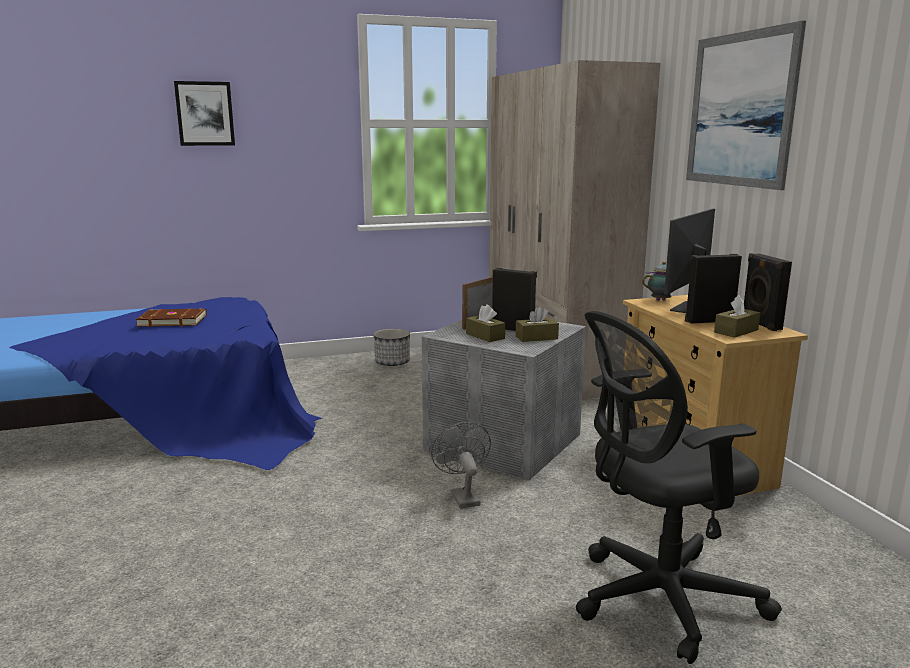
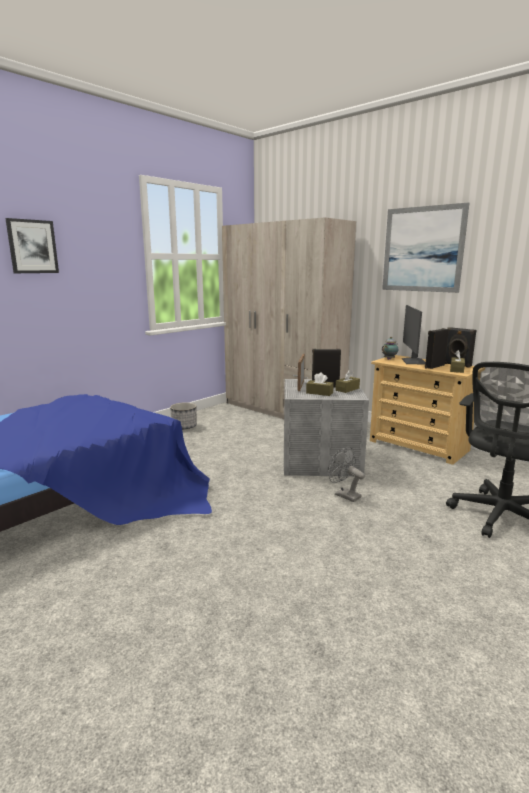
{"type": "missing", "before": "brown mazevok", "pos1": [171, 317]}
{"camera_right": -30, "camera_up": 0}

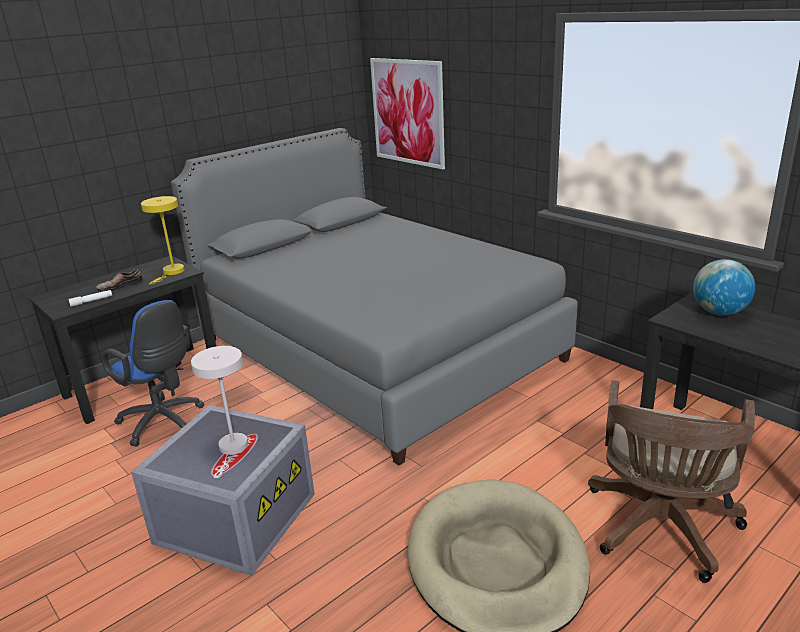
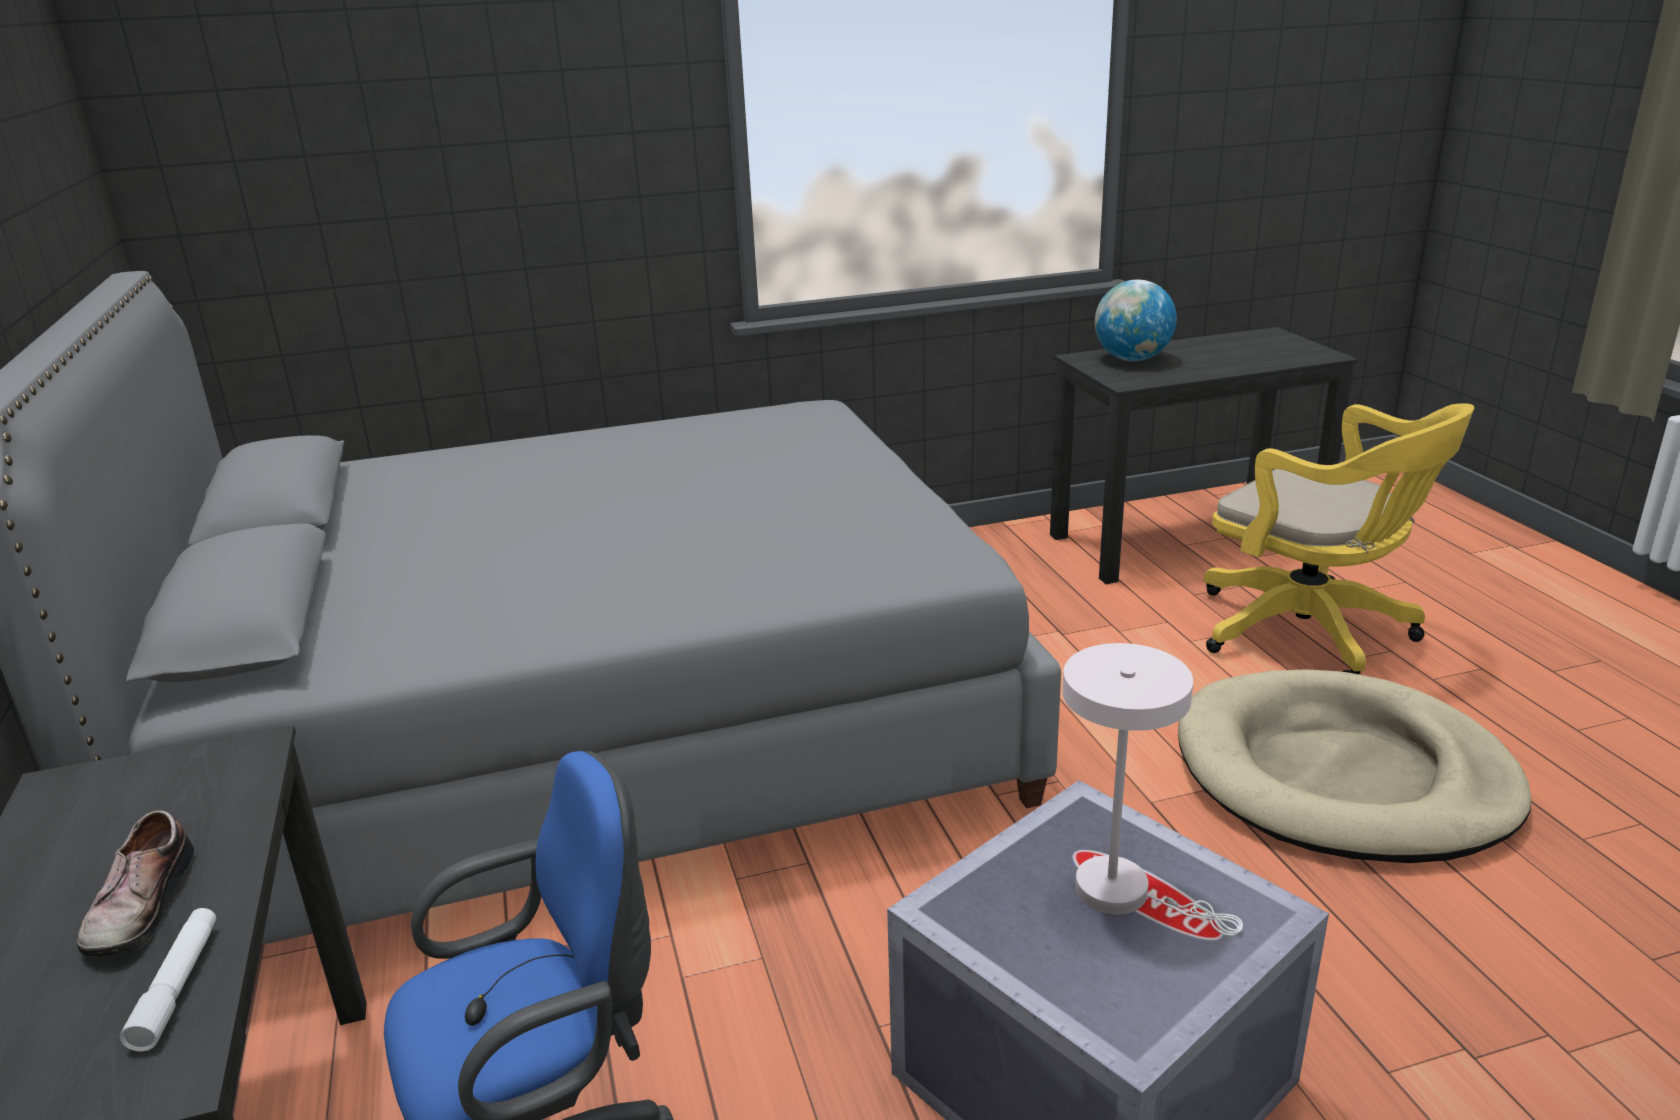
{"type": "missing", "before": "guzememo", "pos1": [407, 113]}
{"type": "missing", "before": "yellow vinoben", "pos1": [162, 240]}
{"type": "colour", "before": "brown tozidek", "after": "yellow tozidek", "pos1": [671, 481], "pos2": [1338, 538]}
{"camera_right": -65, "camera_up": 0}

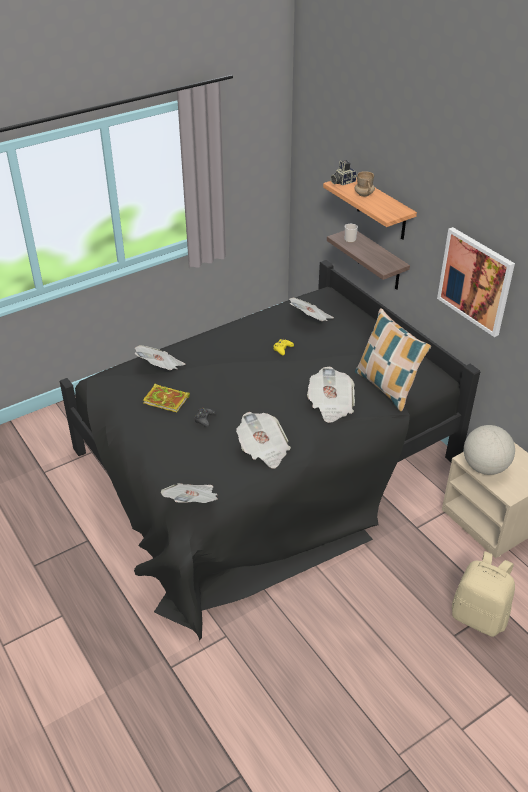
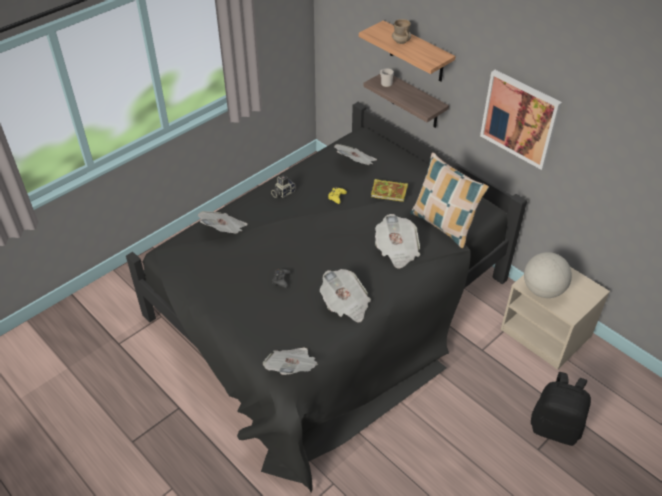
{"type": "relocated", "before": "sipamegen", "pos1": [344, 173], "pos2": [283, 186]}
{"type": "relocated", "before": "mazevok", "pos1": [166, 398], "pos2": [389, 190]}
{"type": "colour", "before": "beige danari", "after": "black danari", "pos1": [483, 594], "pos2": [561, 409]}
{"camera_right": -10, "camera_up": 5}

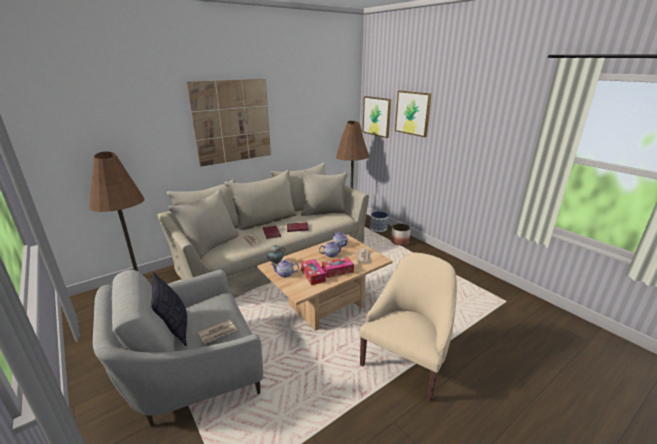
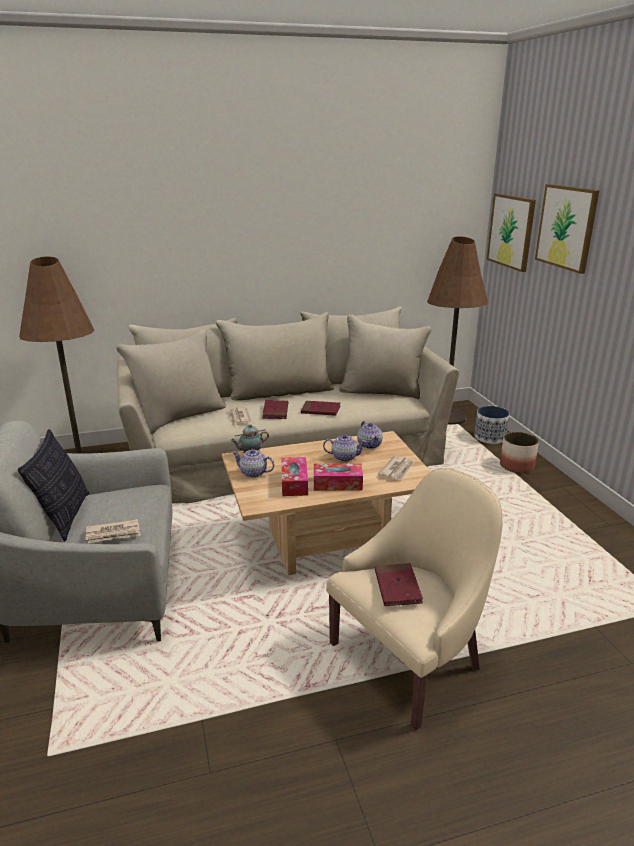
{"type": "missing", "before": "guzememo", "pos1": [229, 123]}
{"type": "appeared", "after": "red mazevok", "pos2": [399, 584]}
{"camera_right": 20, "camera_up": 0}

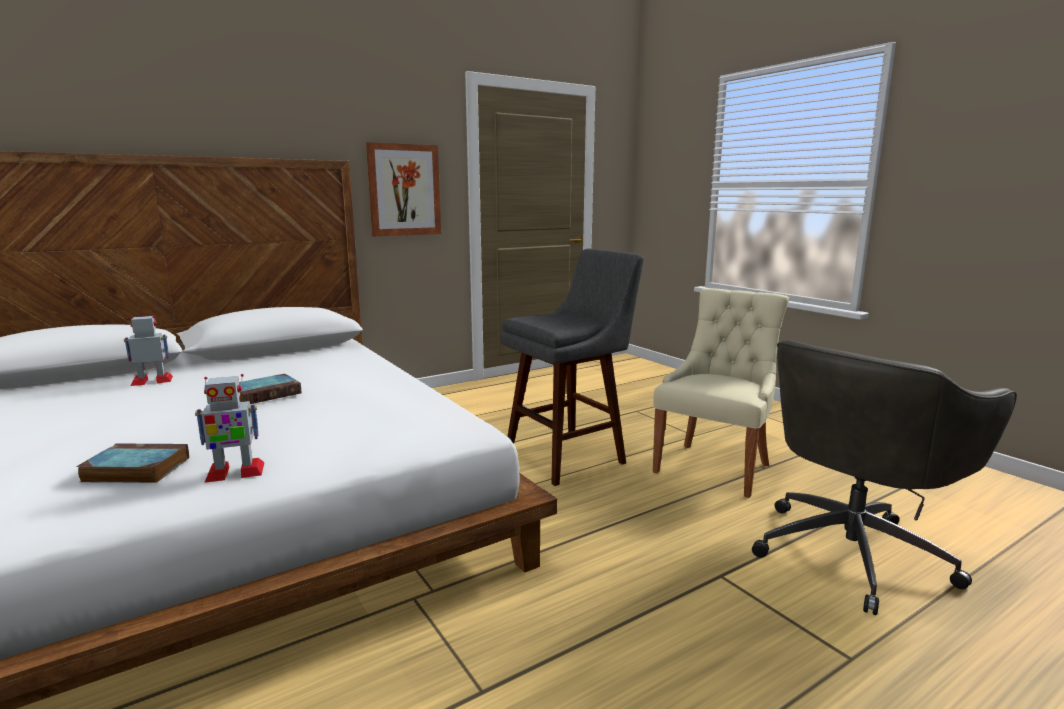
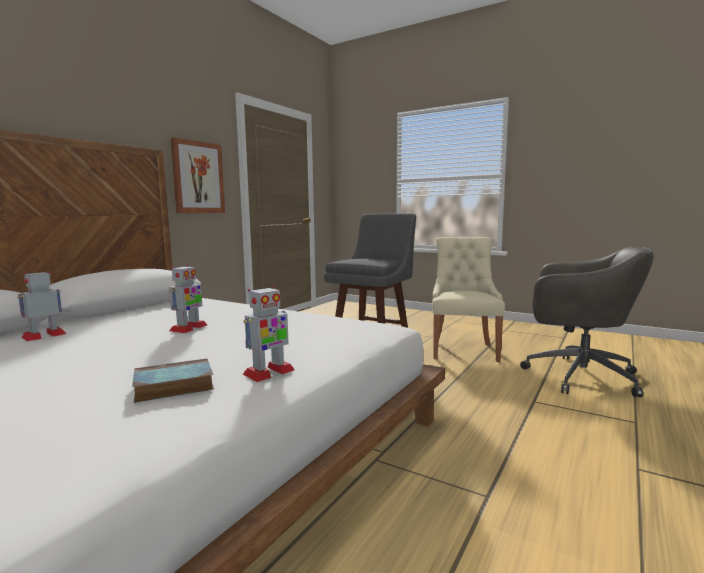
{"type": "spun", "before": "grey tozidek", "pos1": [884, 477], "pos2": [587, 322], "turn": -90}
{"type": "exchanged", "before": "mazevok", "after": "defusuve", "pos1": [270, 389], "pos2": [188, 299]}
{"camera_right": -25, "camera_up": -5}

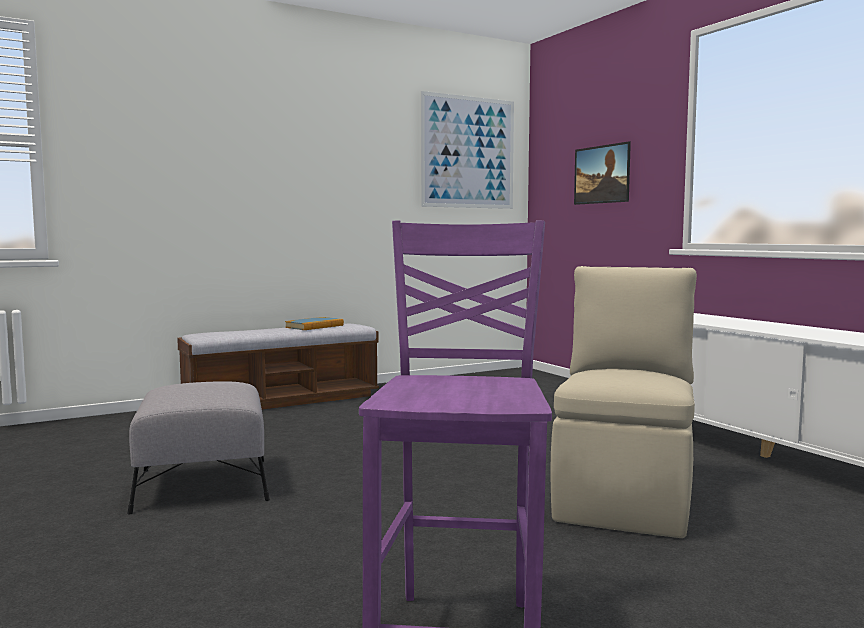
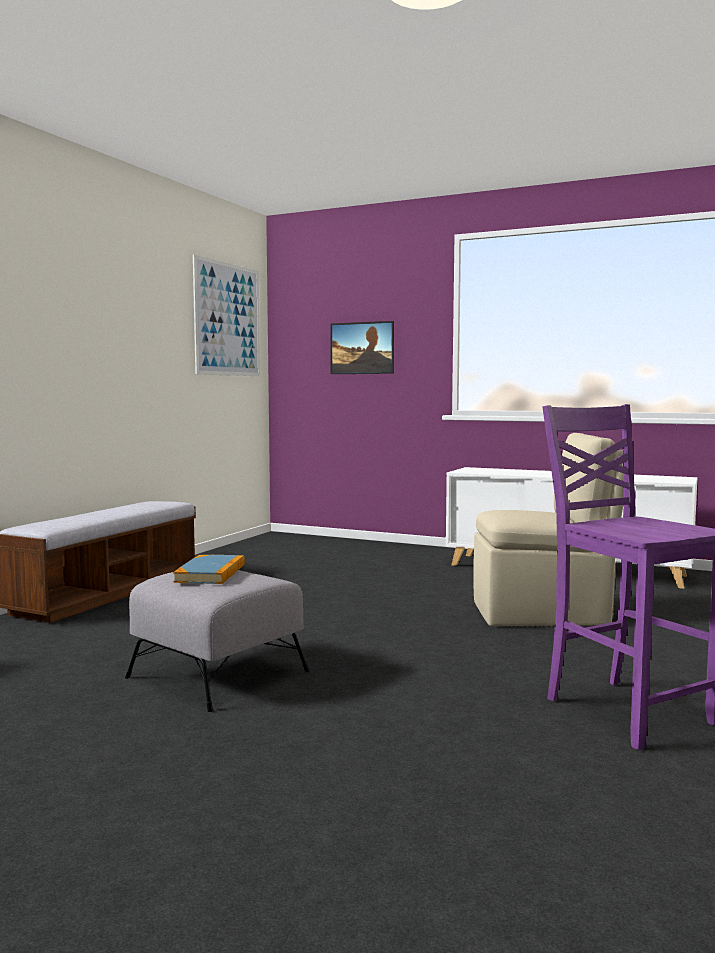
{"type": "spun", "before": "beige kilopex", "pos1": [624, 402], "pos2": [548, 529], "turn": 105}
{"type": "relocated", "before": "mazevok", "pos1": [314, 323], "pos2": [209, 569]}
{"camera_right": -35, "camera_up": 0}

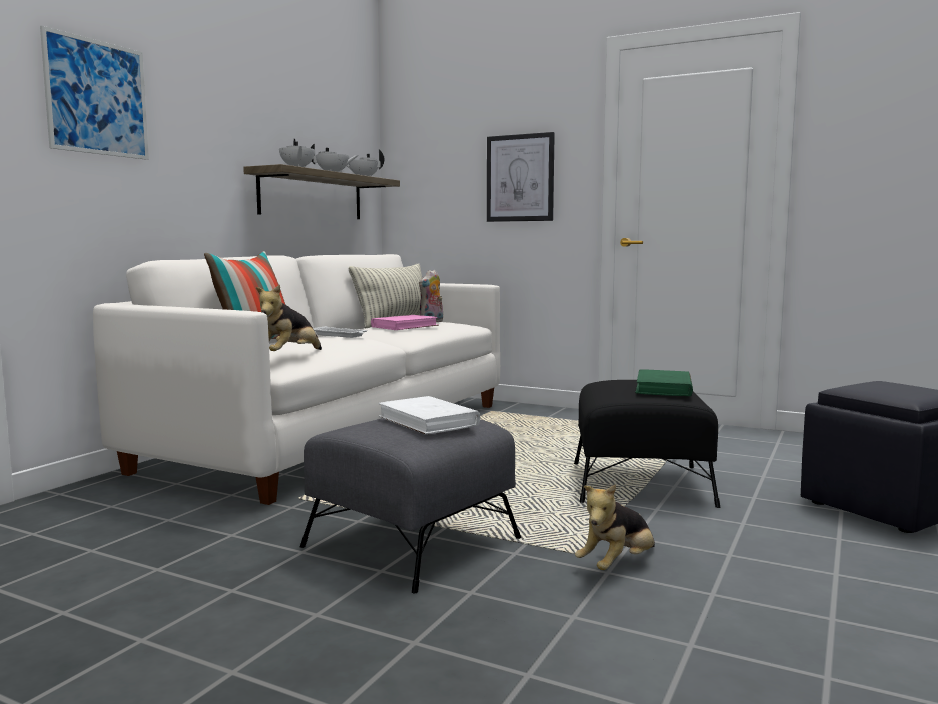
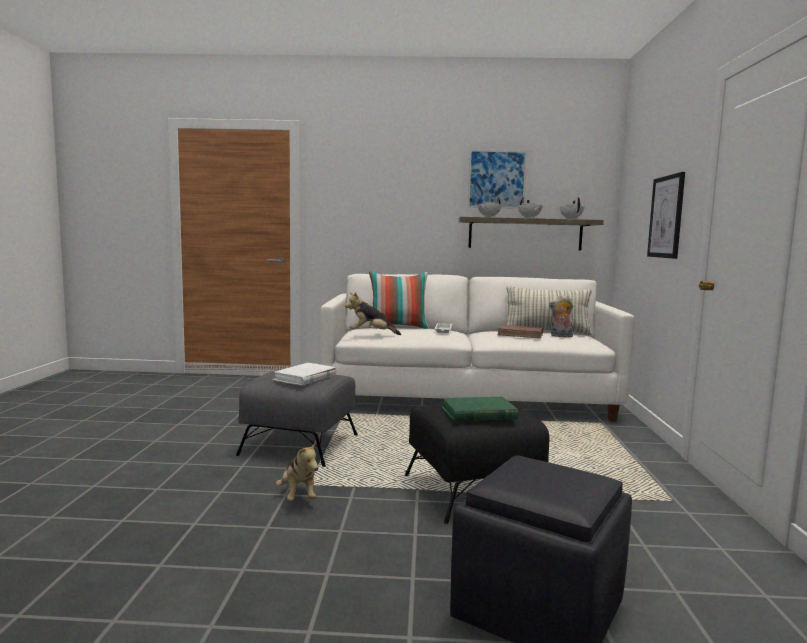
{"type": "relocated", "before": "guzememo", "pos1": [94, 93], "pos2": [497, 179]}
{"type": "colour", "before": "pink mazevok", "after": "brown mazevok", "pos1": [404, 322], "pos2": [520, 331]}
{"type": "spun", "before": "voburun", "pos1": [615, 527], "pos2": [297, 471], "turn": -135}
{"camera_right": 65, "camera_up": 0}

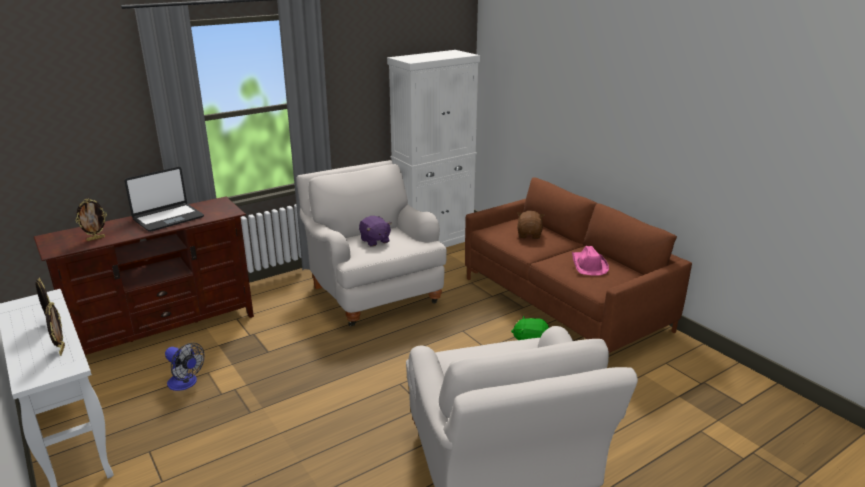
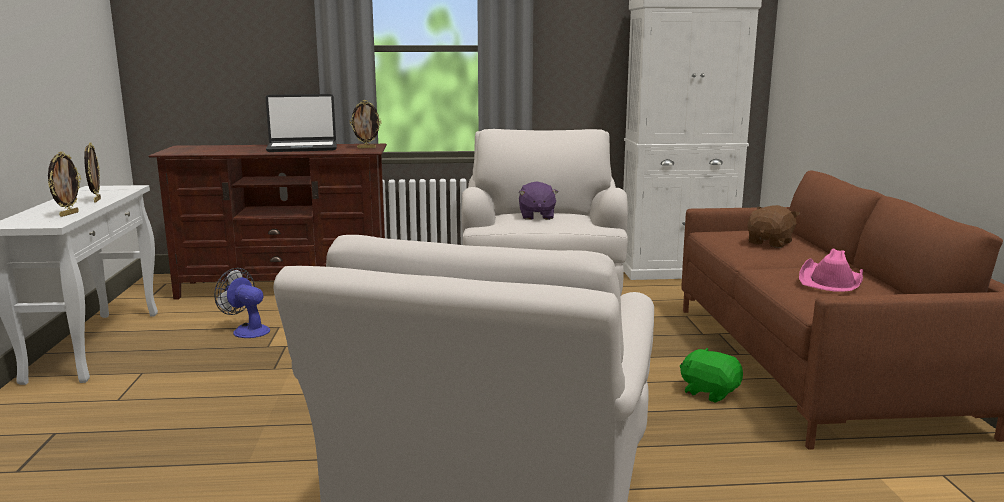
{"type": "relocated", "before": "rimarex", "pos1": [91, 220], "pos2": [365, 124]}
{"type": "spun", "before": "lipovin", "pos1": [184, 367], "pos2": [242, 303], "turn": 150}
{"camera_right": 30, "camera_up": -10}

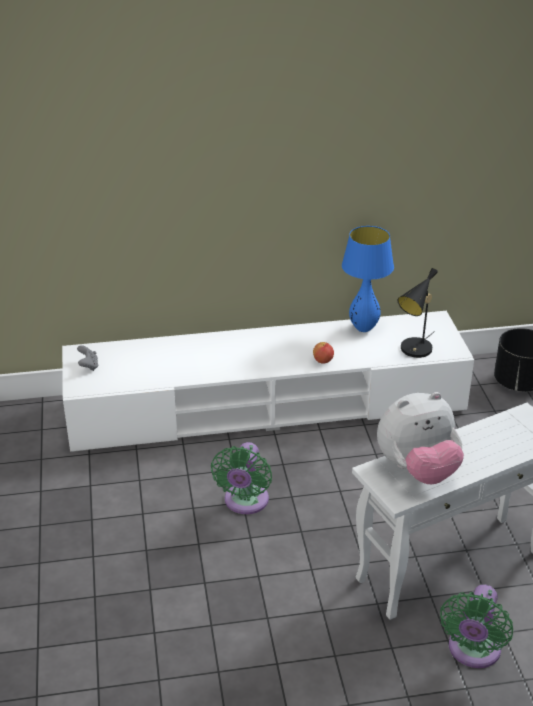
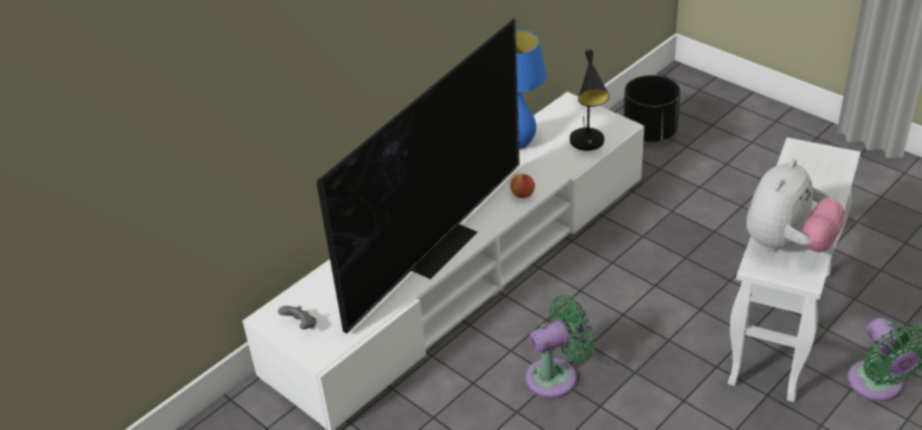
{"type": "spun", "before": "green lipovin", "pos1": [241, 478], "pos2": [560, 347], "turn": -90}
{"type": "appeared", "after": "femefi", "pos2": [418, 176]}
{"camera_right": -35, "camera_up": 5}

